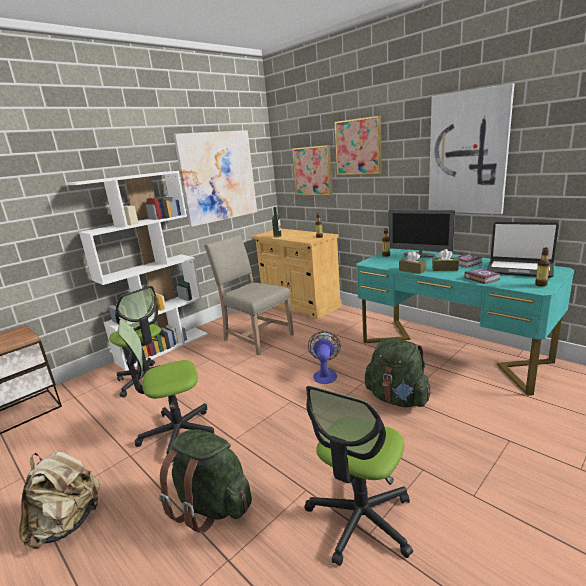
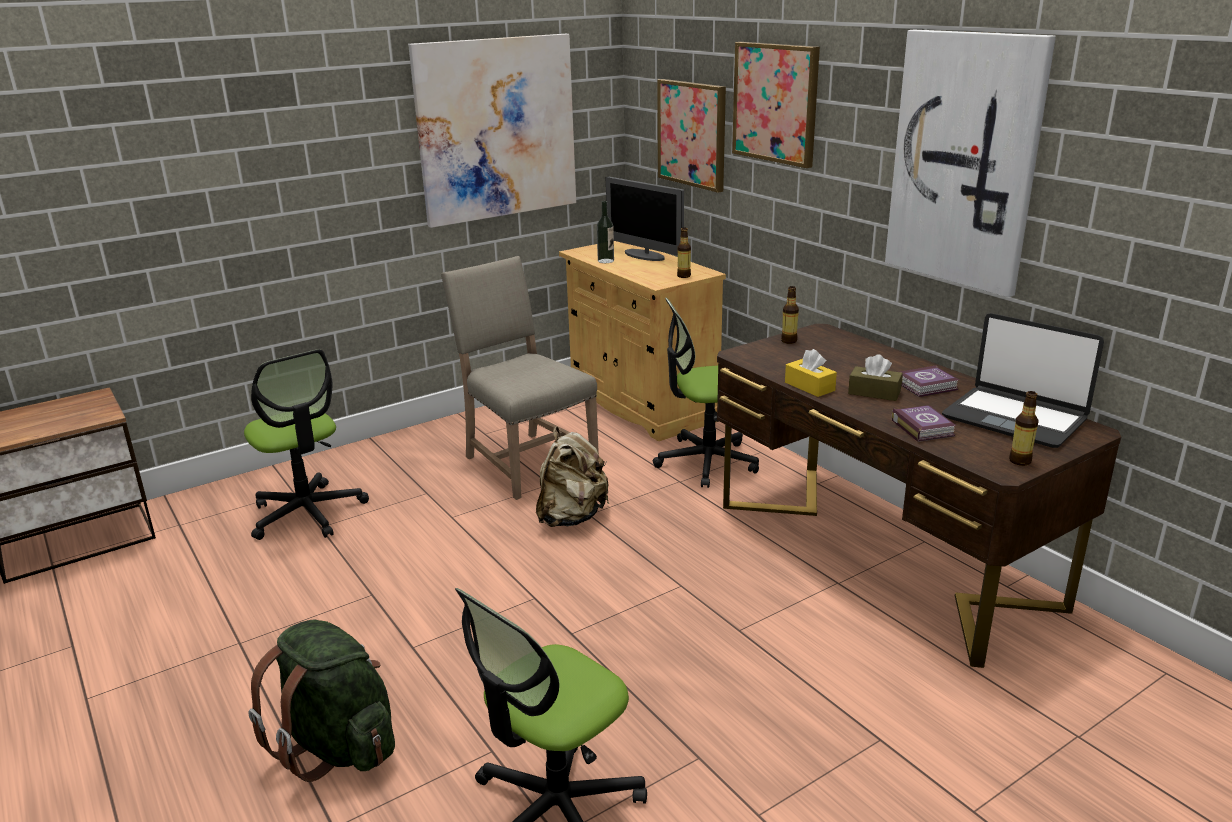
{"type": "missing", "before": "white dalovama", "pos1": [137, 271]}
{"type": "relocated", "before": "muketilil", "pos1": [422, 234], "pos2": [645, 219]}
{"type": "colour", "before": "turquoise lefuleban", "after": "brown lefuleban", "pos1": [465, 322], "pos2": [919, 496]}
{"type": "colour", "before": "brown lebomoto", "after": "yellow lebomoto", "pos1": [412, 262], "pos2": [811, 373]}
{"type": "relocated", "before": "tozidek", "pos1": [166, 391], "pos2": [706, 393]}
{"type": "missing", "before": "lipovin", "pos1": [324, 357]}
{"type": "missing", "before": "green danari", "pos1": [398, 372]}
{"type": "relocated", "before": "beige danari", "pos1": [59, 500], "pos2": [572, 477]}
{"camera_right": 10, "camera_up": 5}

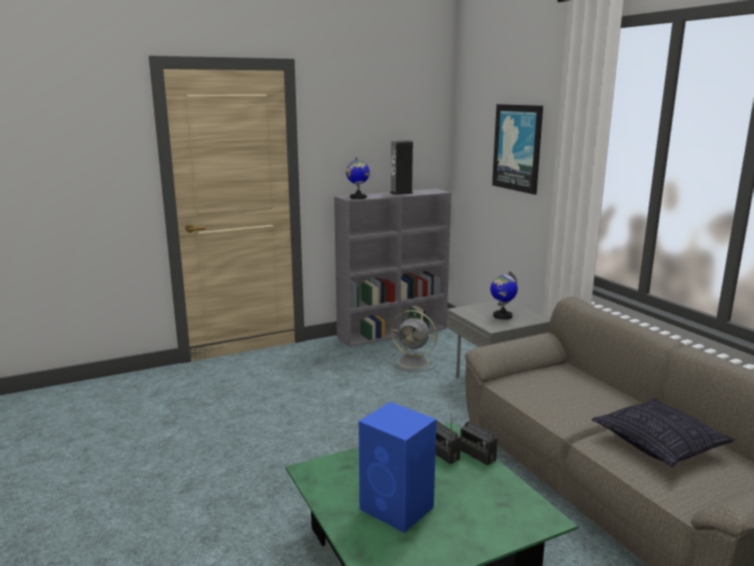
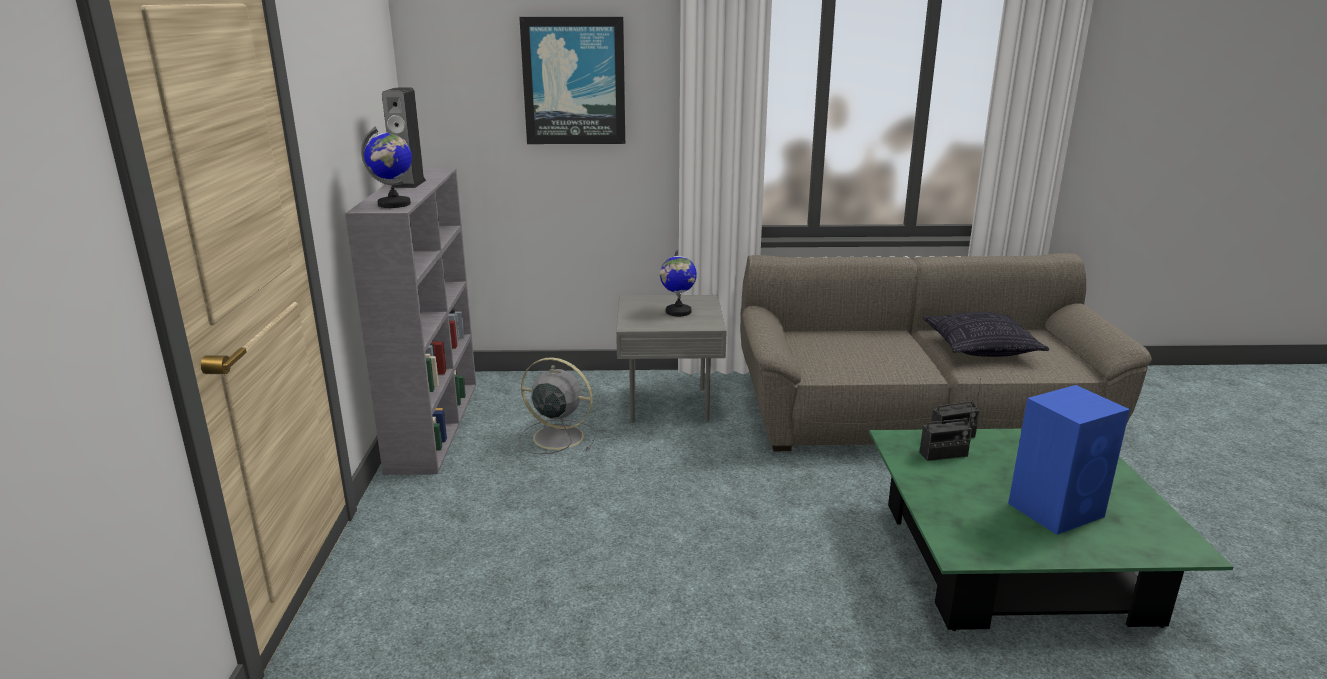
{"type": "spun", "before": "grey lipovin", "pos1": [414, 341], "pos2": [557, 405], "turn": -120}
{"camera_right": -65, "camera_up": 5}

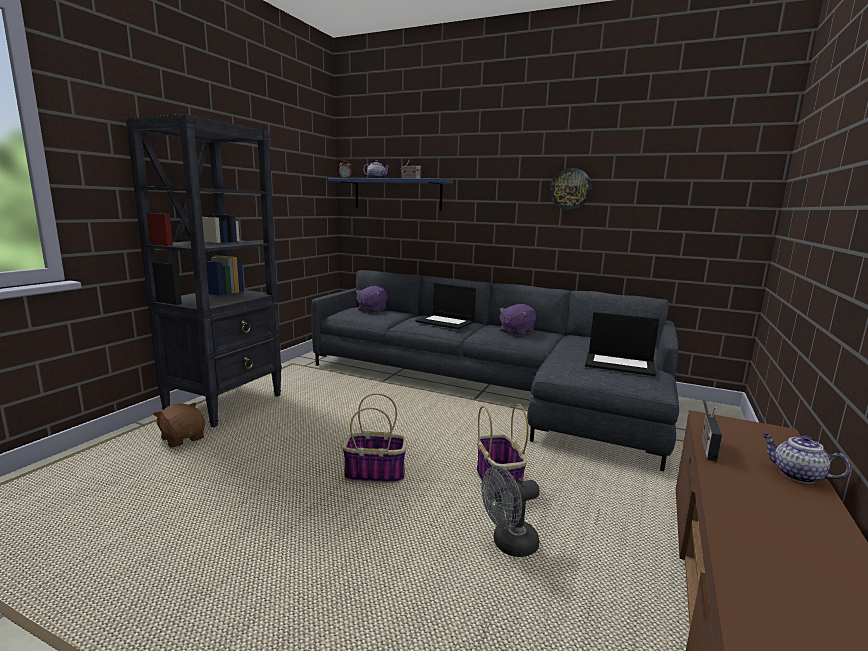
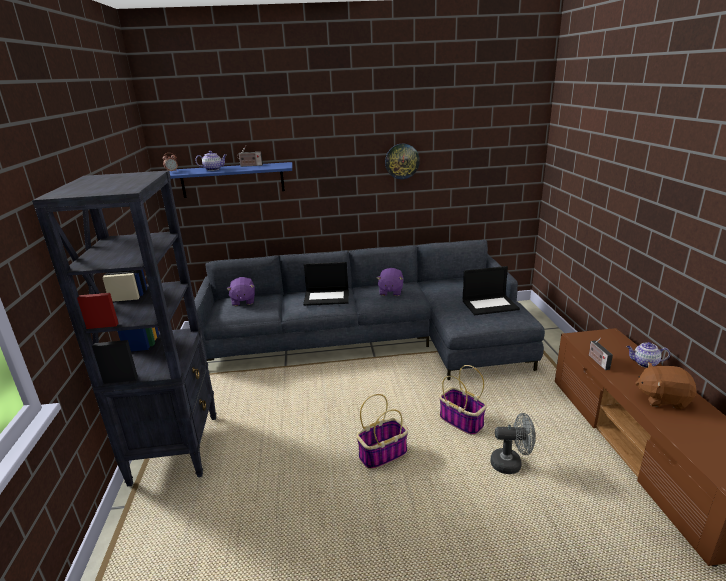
{"type": "relocated", "before": "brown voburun", "pos1": [179, 424], "pos2": [666, 385]}
{"type": "spun", "before": "grey lipovin", "pos1": [510, 511], "pos2": [512, 443], "turn": -120}
{"camera_right": -30, "camera_up": 10}

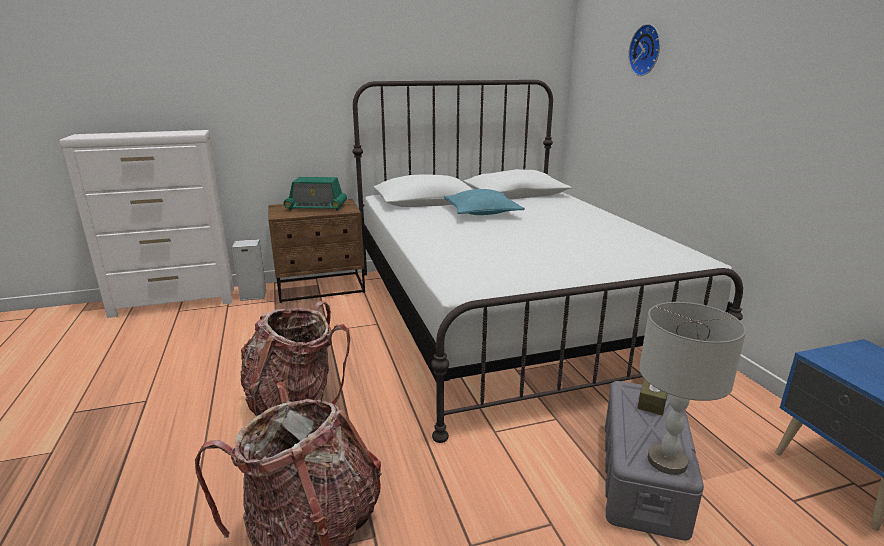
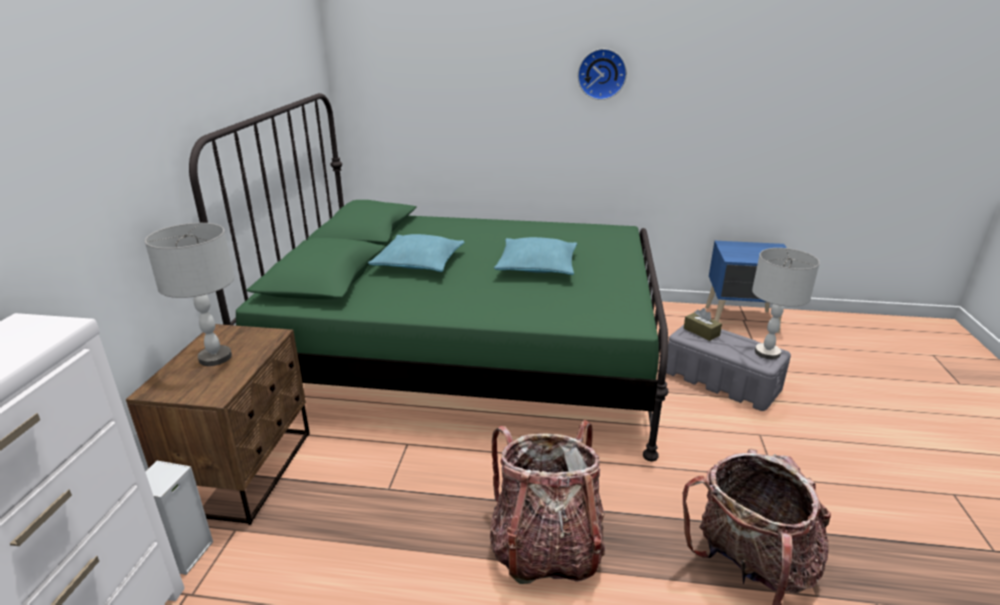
{"type": "relocated", "before": "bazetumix", "pos1": [644, 50], "pos2": [602, 74]}
{"type": "colour", "before": "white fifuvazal", "after": "green fifuvazal", "pos1": [547, 261], "pos2": [429, 277]}
{"type": "exchanged", "before": "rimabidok", "after": "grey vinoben", "pos1": [315, 194], "pos2": [190, 294]}
{"type": "appeared", "after": "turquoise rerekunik", "pos2": [535, 256]}
{"camera_right": -65, "camera_up": 5}

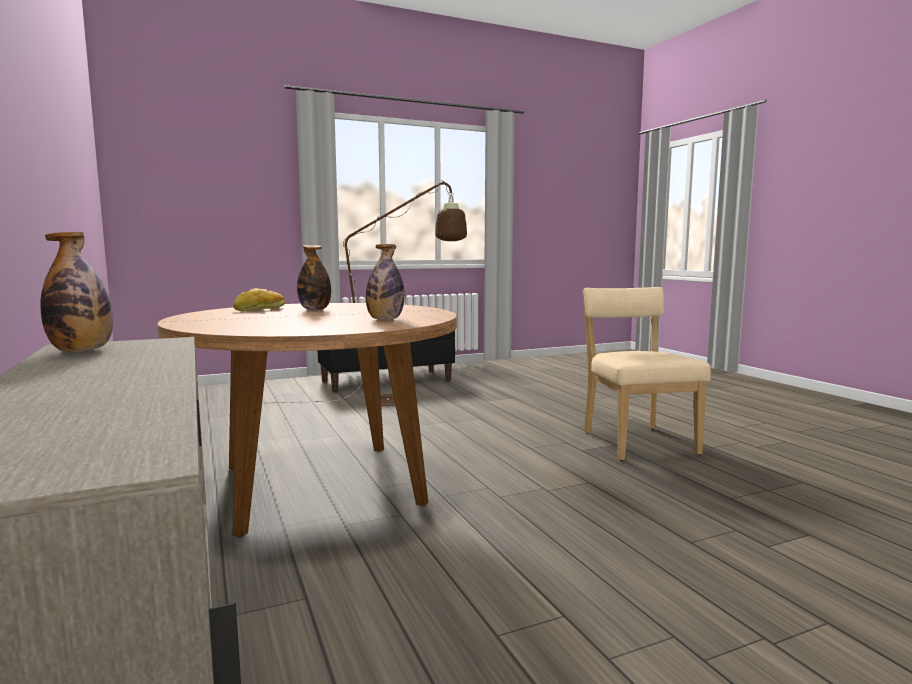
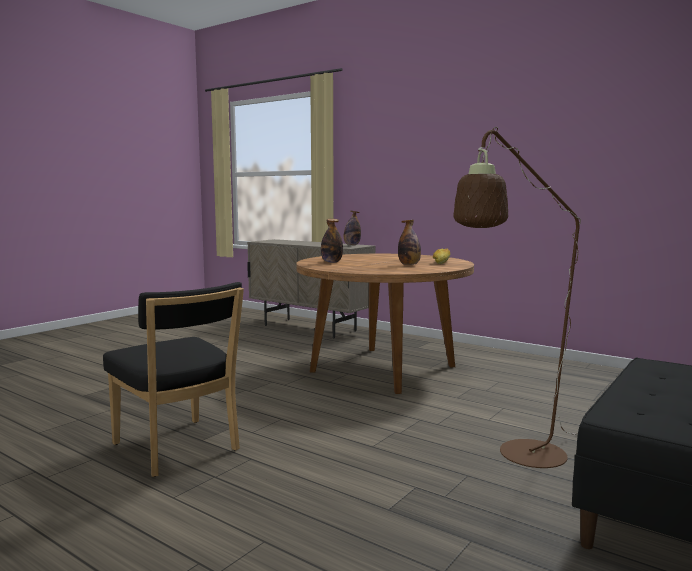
{"type": "colour", "before": "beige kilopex", "after": "black kilopex", "pos1": [647, 374], "pos2": [173, 379]}
{"camera_right": 150, "camera_up": 0}

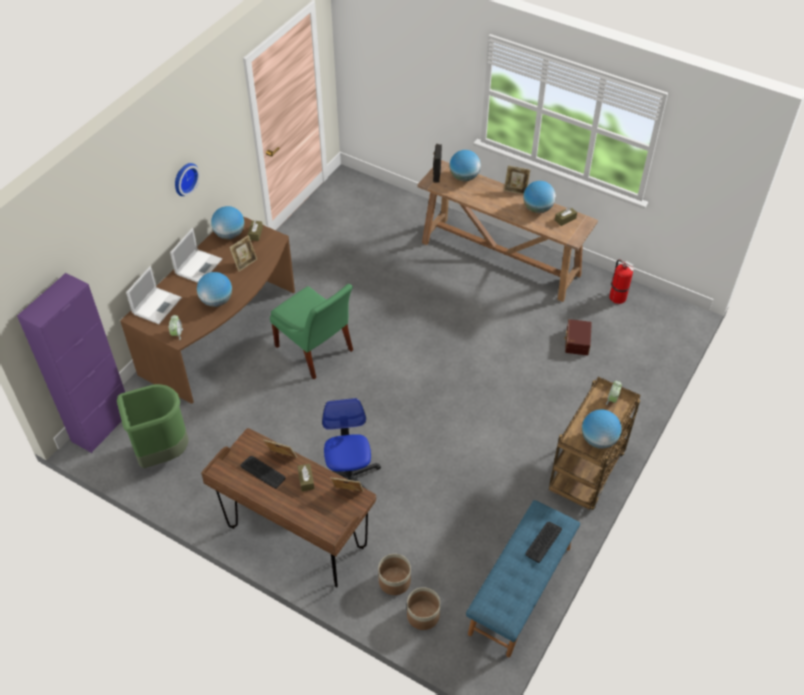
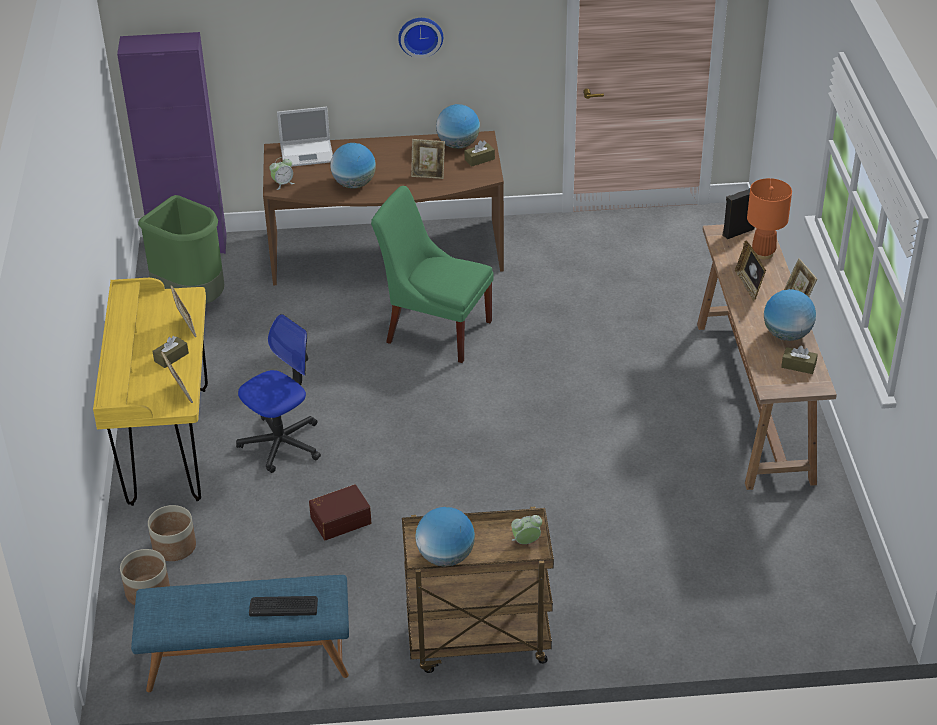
{"type": "exchanged", "before": "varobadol", "after": "orange vinoben", "pos1": [465, 165], "pos2": [769, 219]}
{"type": "missing", "before": "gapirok", "pos1": [196, 255]}
{"type": "missing", "before": "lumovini", "pos1": [621, 281]}
{"type": "spun", "before": "green kilopex", "pos1": [311, 331], "pos2": [432, 274], "turn": 105}
{"type": "relocated", "before": "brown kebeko", "pos1": [578, 337], "pos2": [340, 512]}
{"type": "colour", "before": "brown lefuleban", "after": "yellow lefuleban", "pos1": [288, 508], "pos2": [150, 392]}
{"type": "missing", "before": "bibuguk", "pos1": [263, 472]}
{"type": "appeared", "after": "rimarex", "pos2": [750, 270]}
{"camera_right": 55, "camera_up": -10}

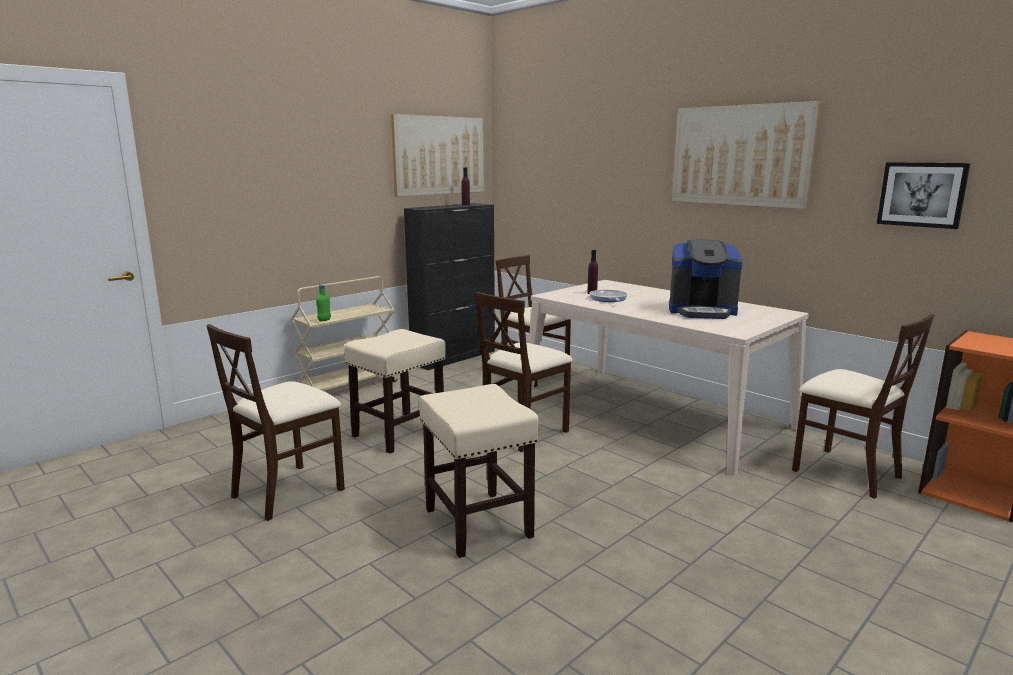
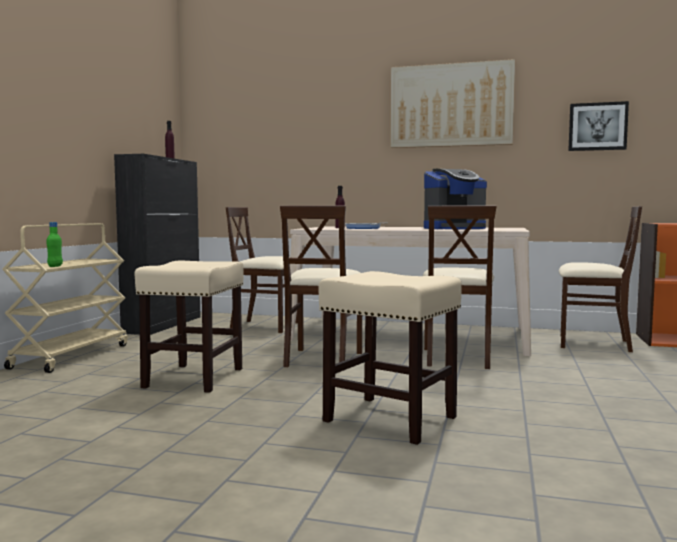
{"type": "missing", "before": "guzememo", "pos1": [437, 155]}
{"type": "relocated", "before": "beige kilopex", "pos1": [275, 422], "pos2": [460, 287]}
{"camera_right": -30, "camera_up": -10}

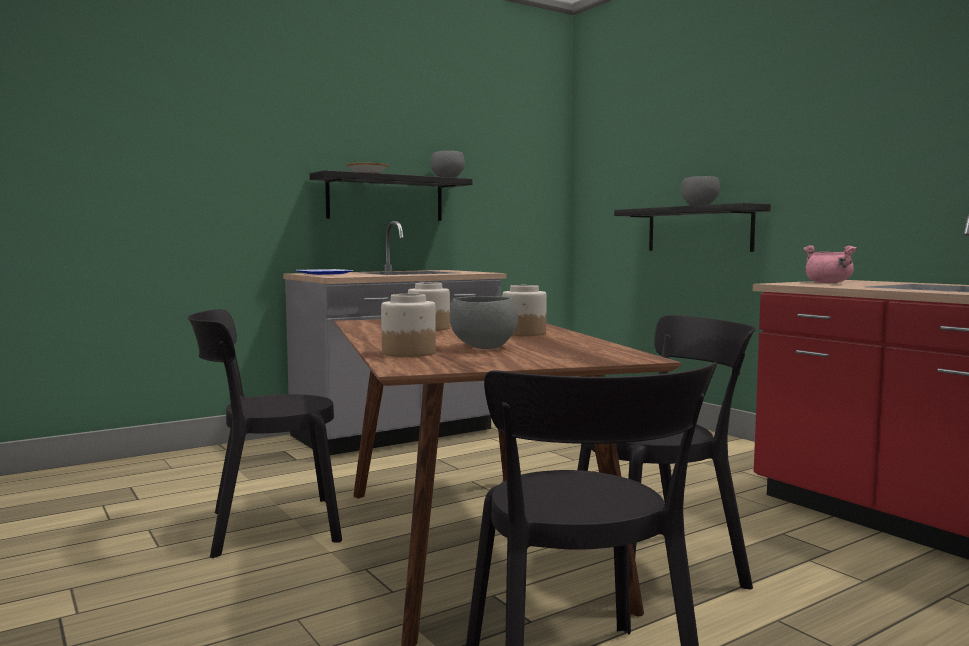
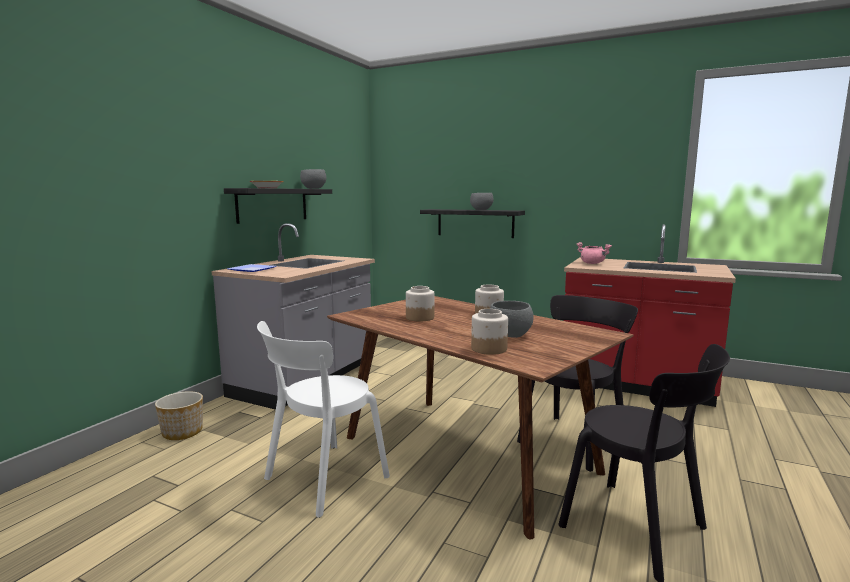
{"type": "colour", "before": "black kilopex", "after": "white kilopex", "pos1": [264, 433], "pos2": [323, 419]}
{"type": "appeared", "after": "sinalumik", "pos2": [179, 415]}
{"camera_right": -30, "camera_up": 5}

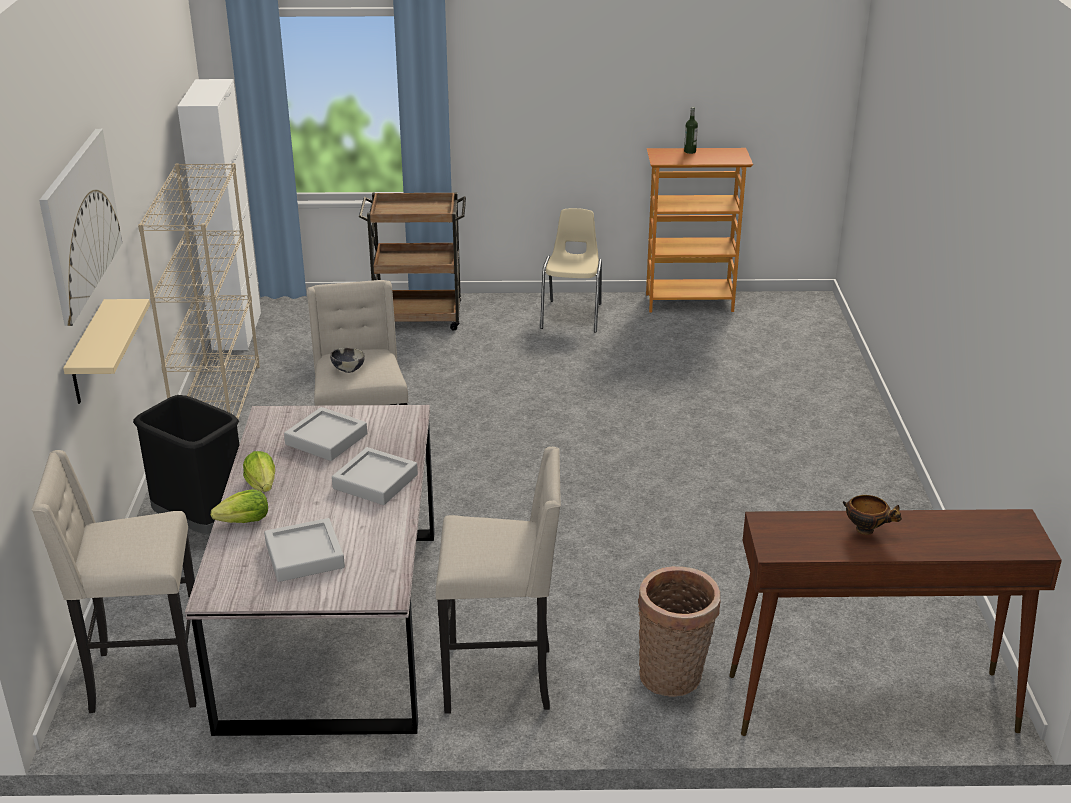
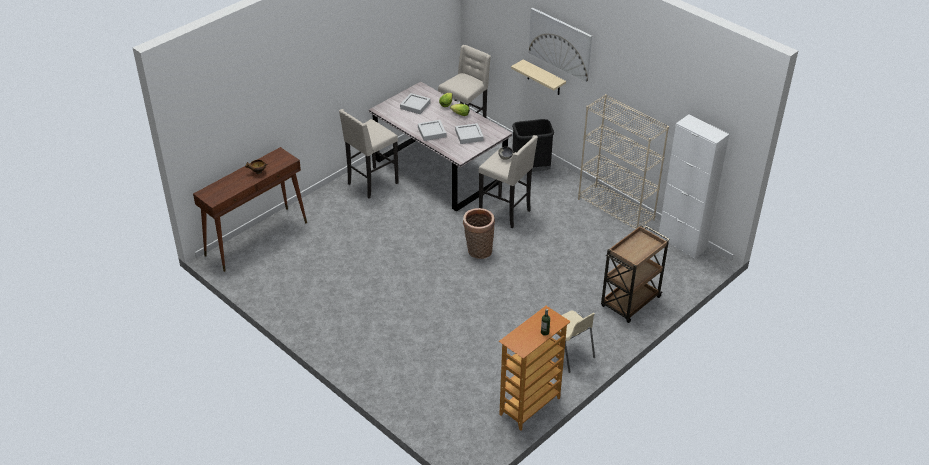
{"type": "relocated", "before": "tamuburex", "pos1": [679, 631], "pos2": [479, 233]}
{"camera_right": 135, "camera_up": 10}

